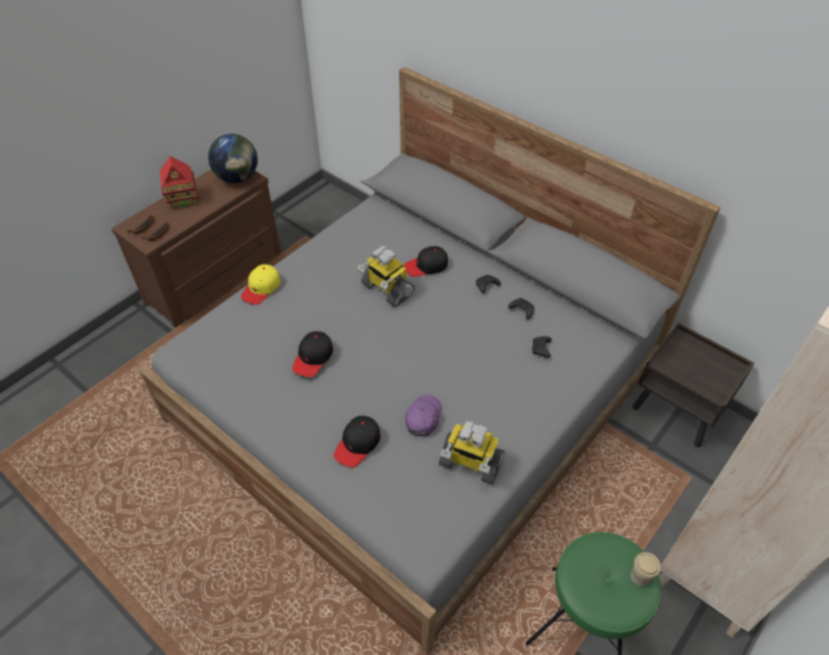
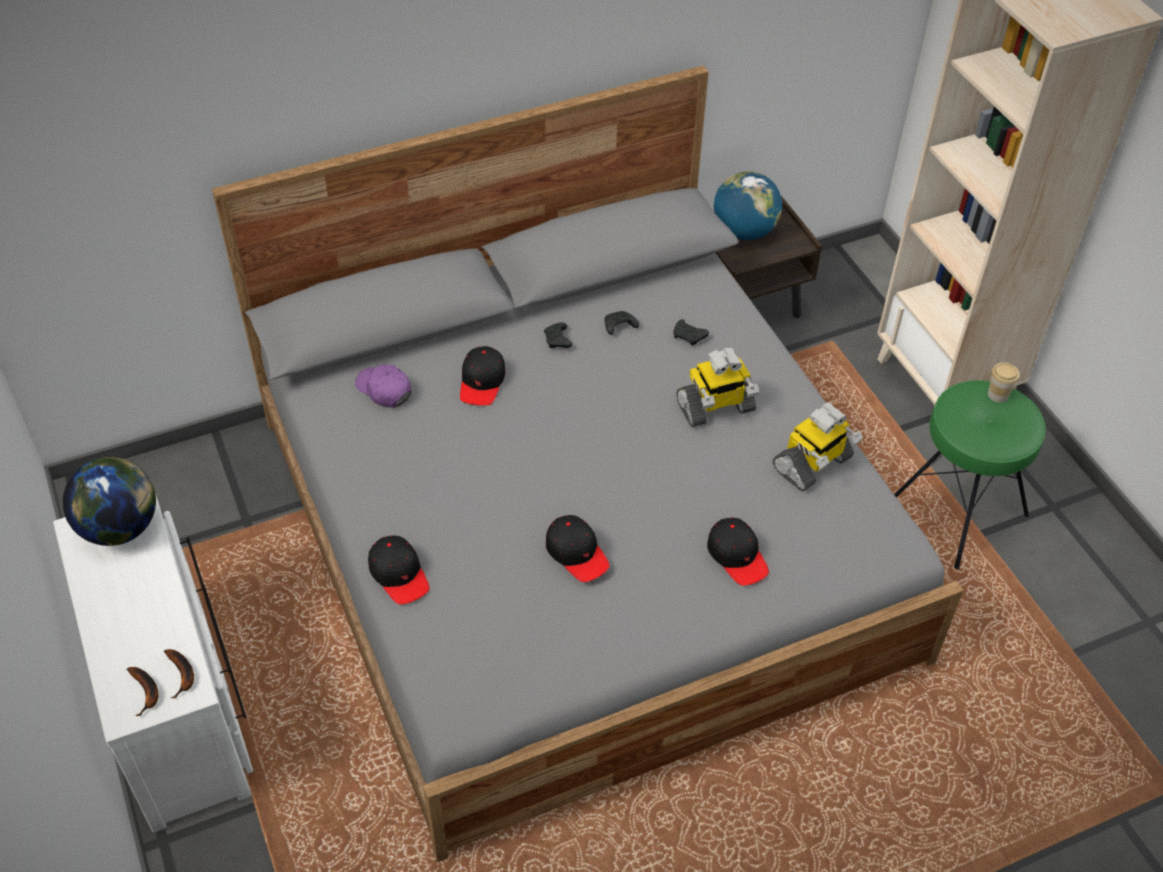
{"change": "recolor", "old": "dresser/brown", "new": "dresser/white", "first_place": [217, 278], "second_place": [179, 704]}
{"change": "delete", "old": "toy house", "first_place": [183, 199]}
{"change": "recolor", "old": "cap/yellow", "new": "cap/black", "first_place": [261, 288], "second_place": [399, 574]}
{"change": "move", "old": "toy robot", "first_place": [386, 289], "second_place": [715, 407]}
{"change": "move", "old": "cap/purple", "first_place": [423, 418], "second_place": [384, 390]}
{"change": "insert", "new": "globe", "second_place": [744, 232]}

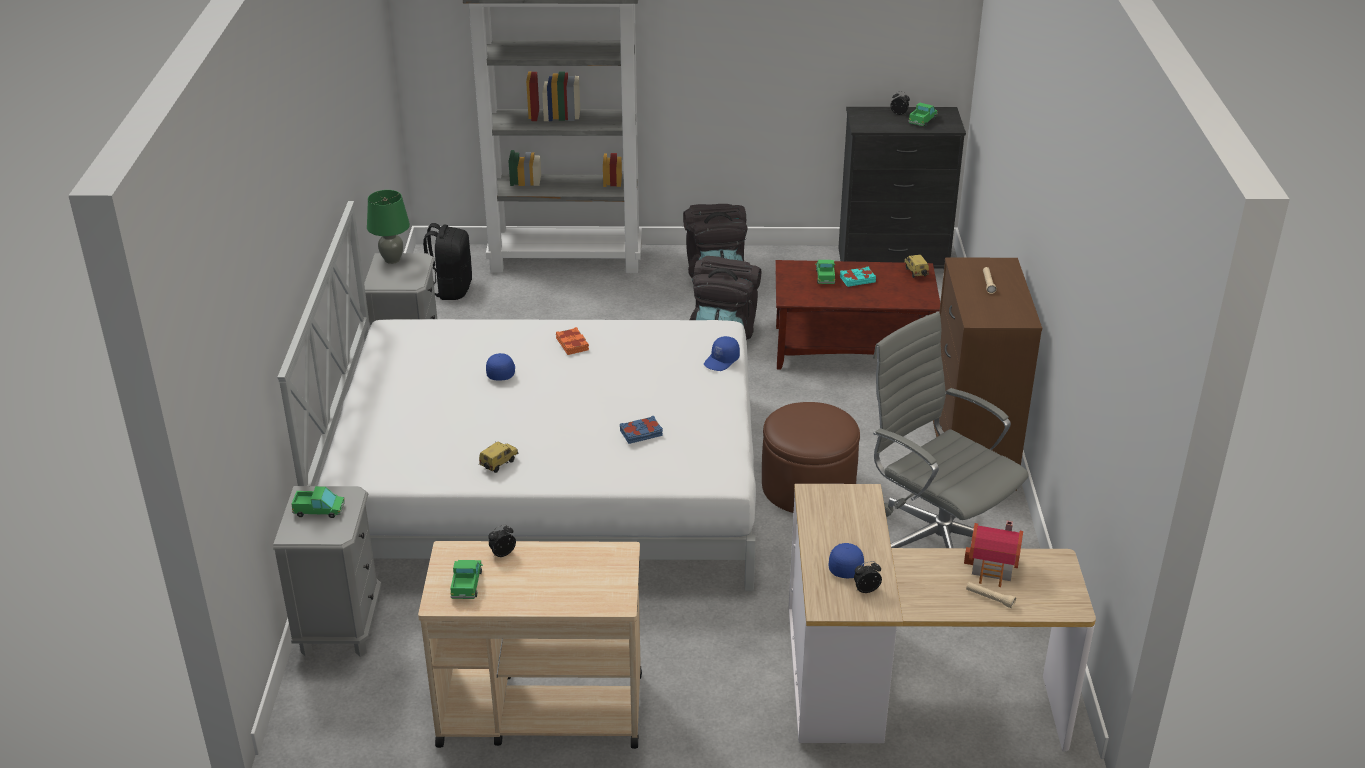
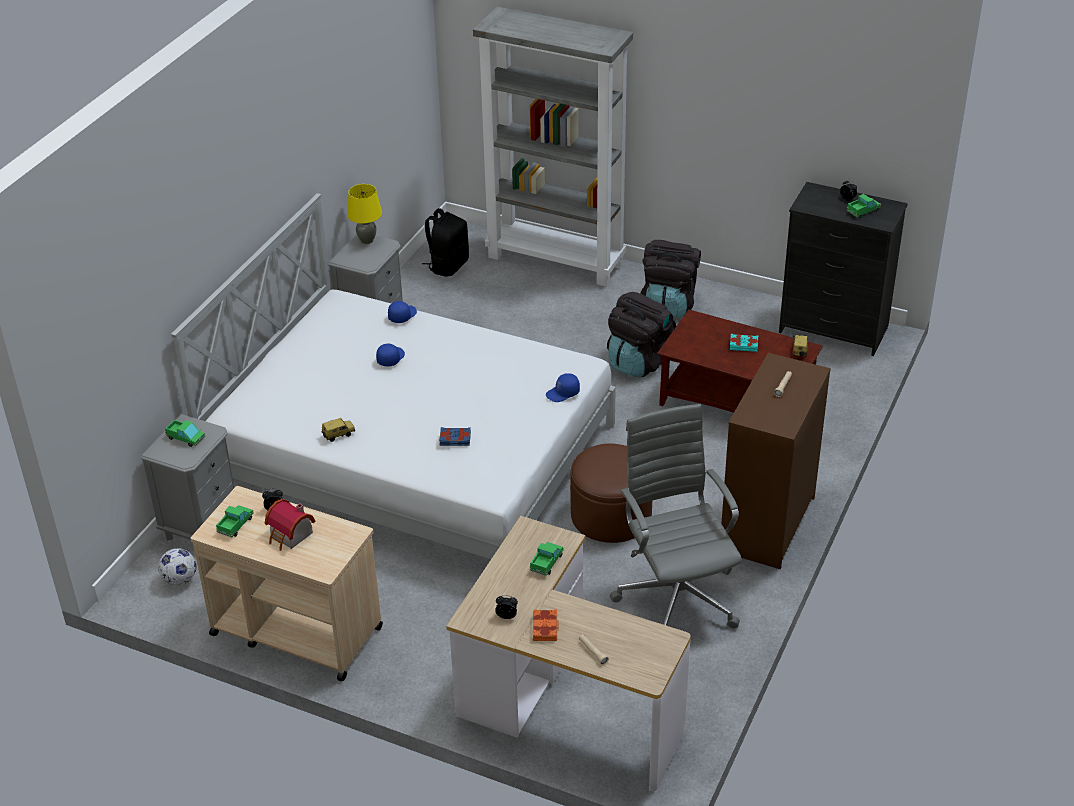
{"change": "recolor", "old": "table lamp/green", "new": "table lamp/yellow", "first_place": [392, 260], "second_place": [367, 240]}
{"change": "move", "old": "book/orange", "first_place": [572, 344], "second_place": [545, 628]}
{"change": "move", "old": "toy truck", "first_place": [825, 277], "second_place": [547, 562]}
{"change": "move", "old": "cap/blue", "first_place": [845, 564], "second_place": [402, 315]}
{"change": "move", "old": "toy house", "first_place": [994, 568], "second_place": [290, 536]}
{"change": "insert", "new": "football", "second_place": [179, 580]}

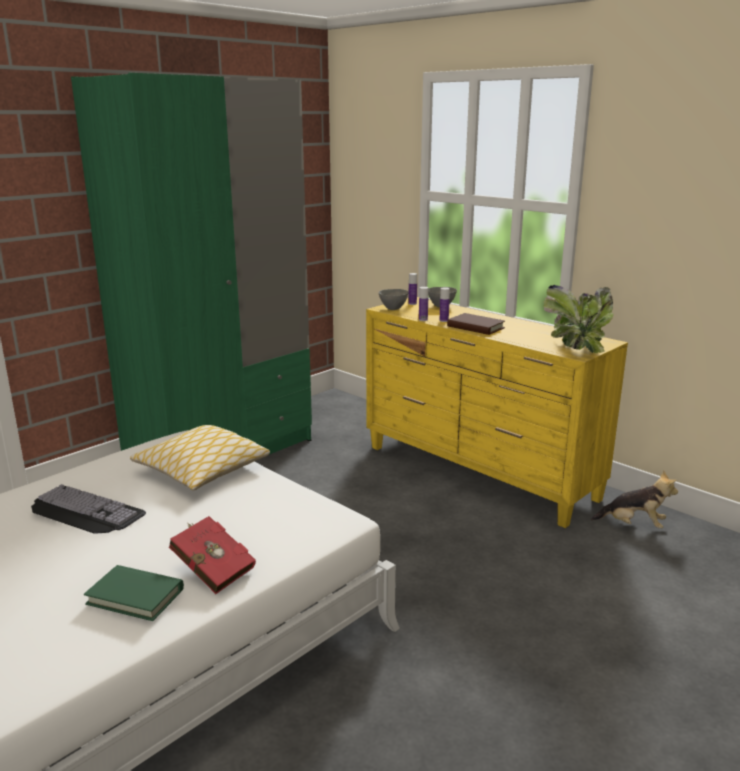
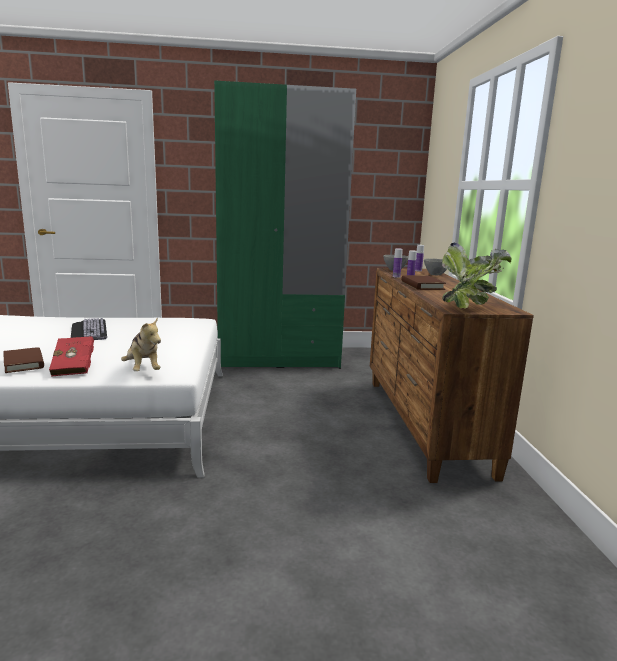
{"change": "recolor", "old": "book/green", "new": "book/brown", "first_place": [135, 596], "second_place": [24, 363]}
{"change": "delete", "old": "pillow", "first_place": [202, 470]}
{"change": "recolor", "old": "dresser/yellow", "new": "dresser/brown", "first_place": [478, 473], "second_place": [423, 424]}
{"change": "move", "old": "plush toy", "first_place": [633, 525], "second_place": [143, 370]}

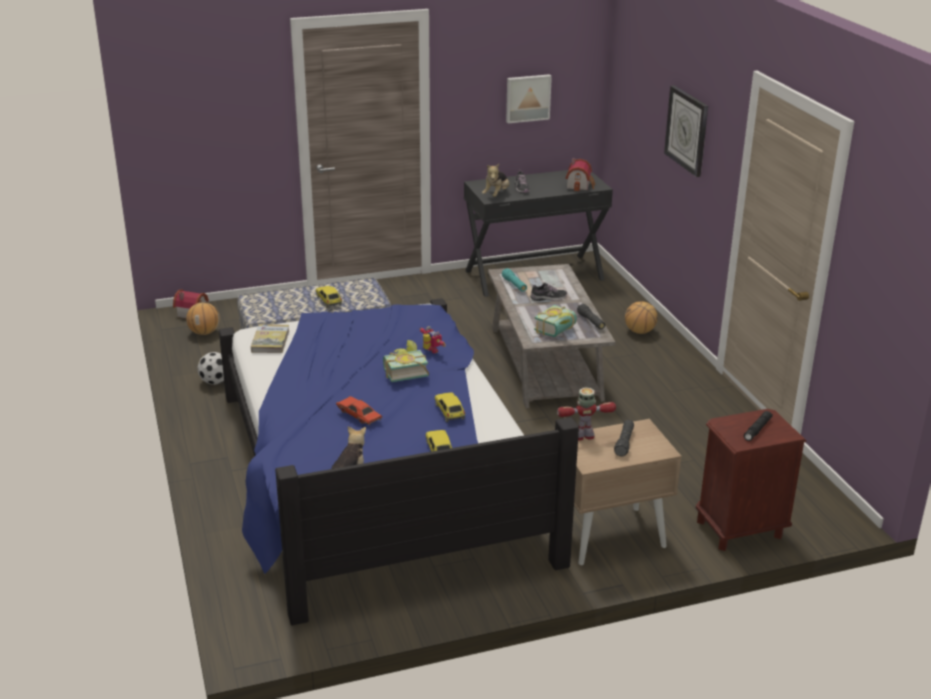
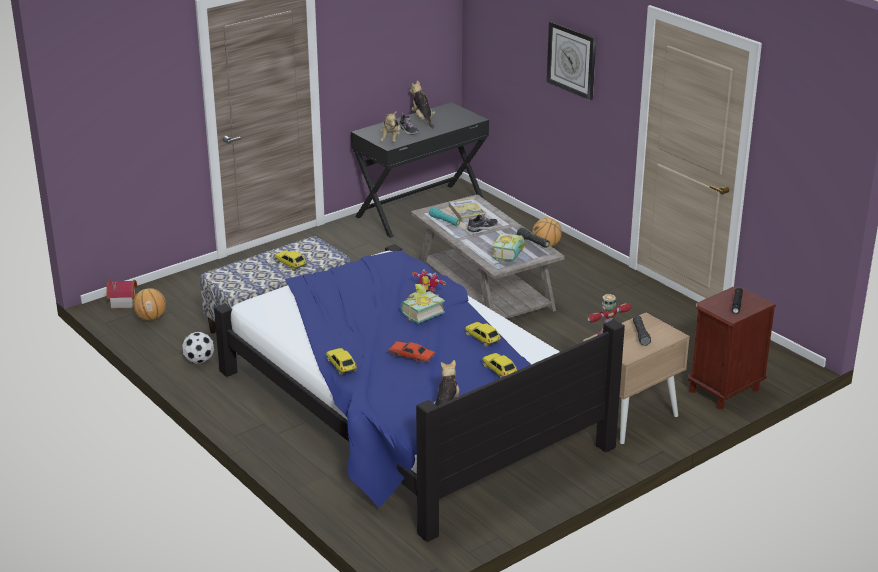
{"change": "move", "old": "book", "first_place": [270, 341], "second_place": [466, 212]}
{"change": "delete", "old": "picture", "first_place": [527, 98]}
{"change": "delete", "old": "toy house", "first_place": [580, 185]}
{"change": "insert", "new": "toy car", "second_place": [341, 366]}
{"change": "insert", "new": "plush toy", "second_place": [423, 119]}

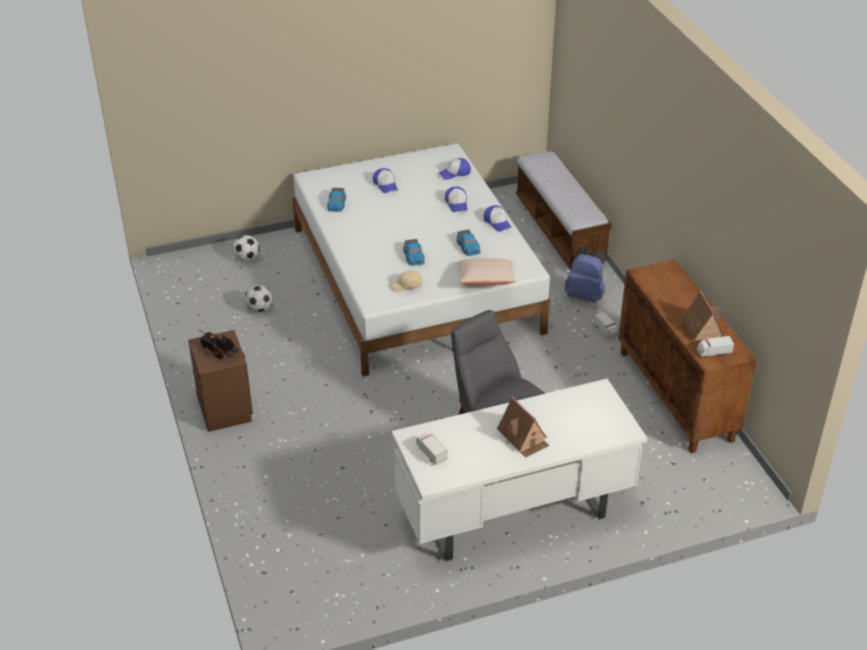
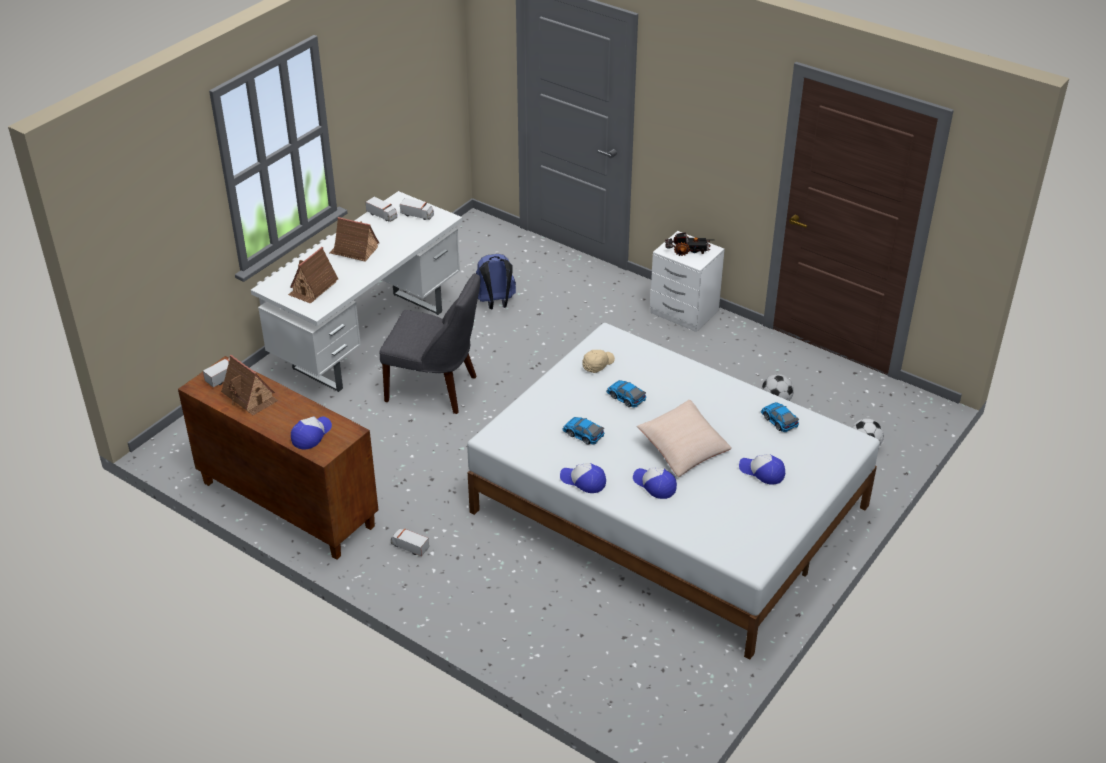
{"change": "recolor", "old": "nightstand/brown", "new": "nightstand/white", "first_place": [225, 407], "second_place": [684, 313]}
{"change": "move", "old": "cap", "first_place": [455, 173], "second_place": [311, 435]}
{"change": "move", "old": "pillow/beige", "first_place": [486, 280], "second_place": [683, 448]}
{"change": "delete", "old": "bench", "first_place": [559, 230]}
{"change": "move", "old": "backpack/blue", "first_place": [585, 295], "second_place": [495, 303]}
{"change": "insert", "new": "toy house", "second_place": [313, 288]}
{"change": "insert", "new": "toy truck", "second_place": [382, 215]}

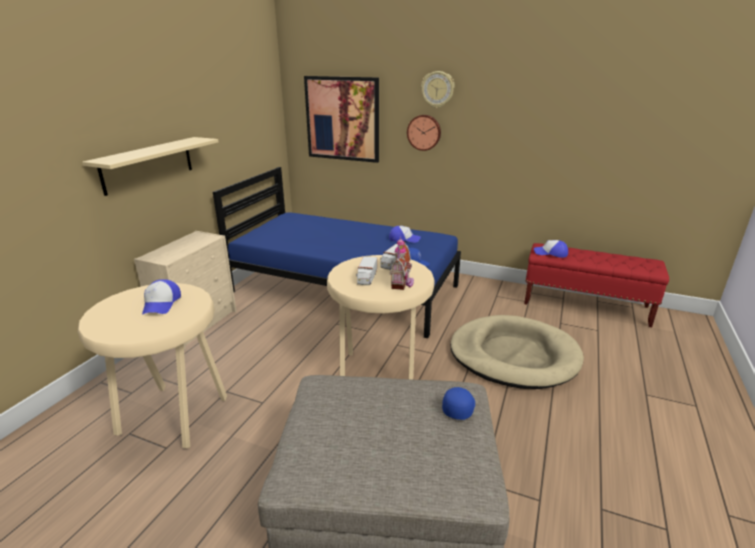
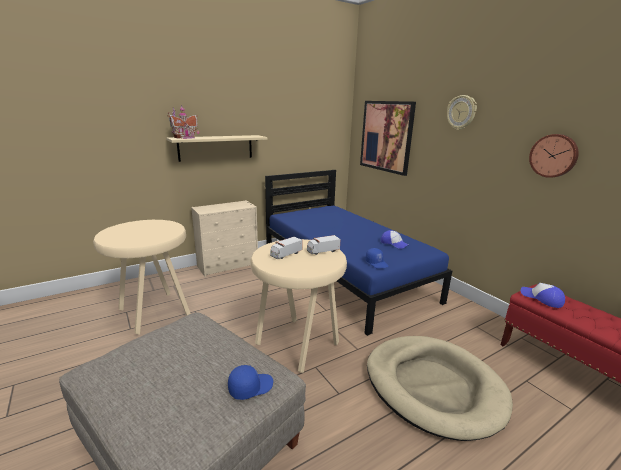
{"change": "delete", "old": "cap", "first_place": [161, 304]}
{"change": "move", "old": "toy house", "first_place": [403, 283], "second_place": [185, 138]}
{"change": "move", "old": "wall clock", "first_place": [424, 132], "second_place": [554, 155]}

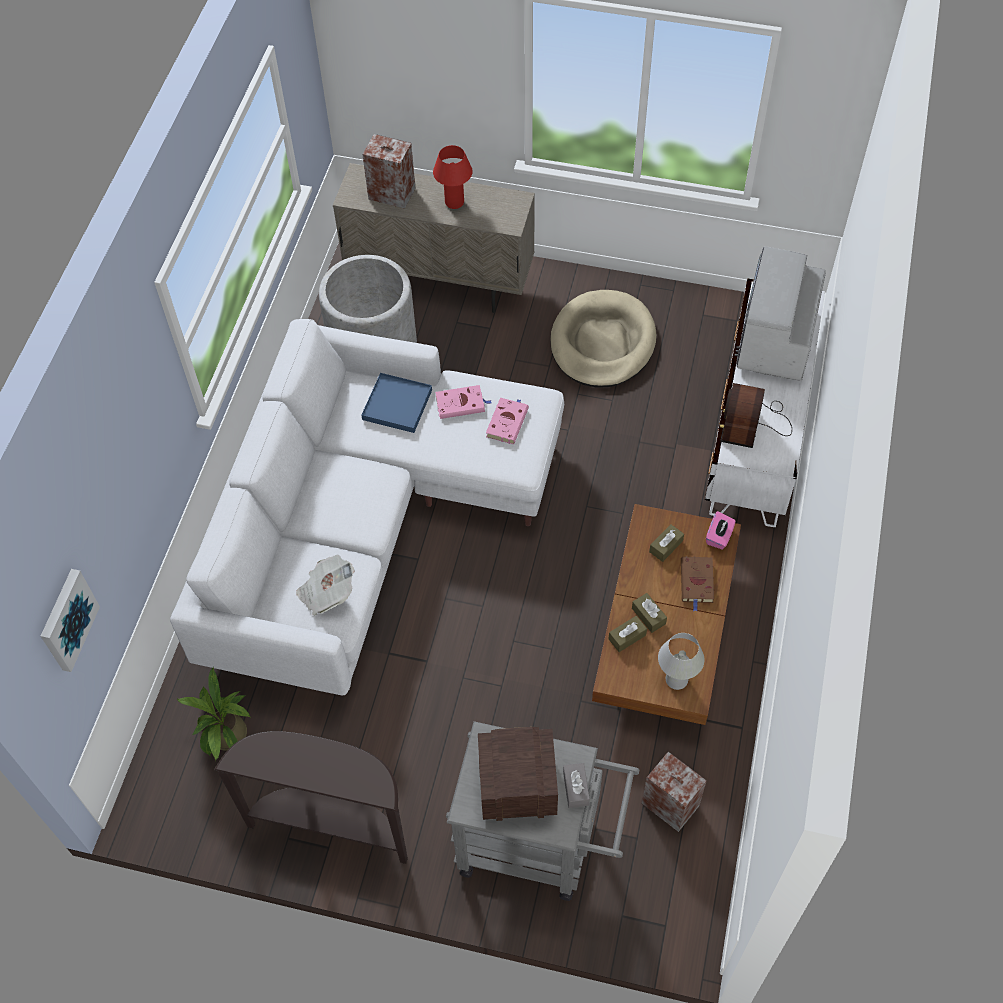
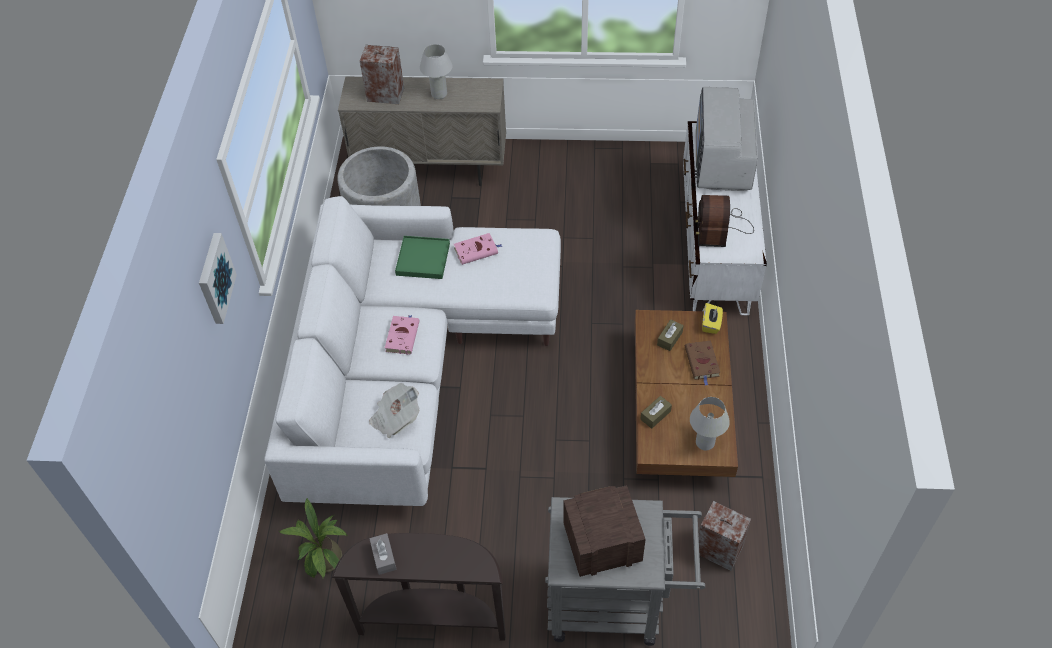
{"change": "move", "old": "picture", "first_place": [66, 619], "second_place": [214, 278]}
{"change": "recolor", "old": "tray/blue", "new": "tray/green", "first_place": [397, 405], "second_place": [423, 259]}
{"change": "recolor", "old": "table lamp/red", "new": "table lamp/white", "first_place": [454, 202], "second_place": [439, 94]}
{"change": "move", "old": "book/pink", "first_place": [507, 422], "second_place": [402, 336]}
{"change": "delete", "old": "dog bed/beige", "first_place": [602, 343]}
{"change": "move", "old": "tissue box/grey", "first_place": [575, 788], "second_place": [383, 557]}
{"change": "delete", "old": "tissue box/brown", "first_place": [648, 616]}
{"change": "recolor", "old": "tissue box/pink", "new": "tissue box/yellow", "first_place": [719, 537], "second_place": [711, 324]}

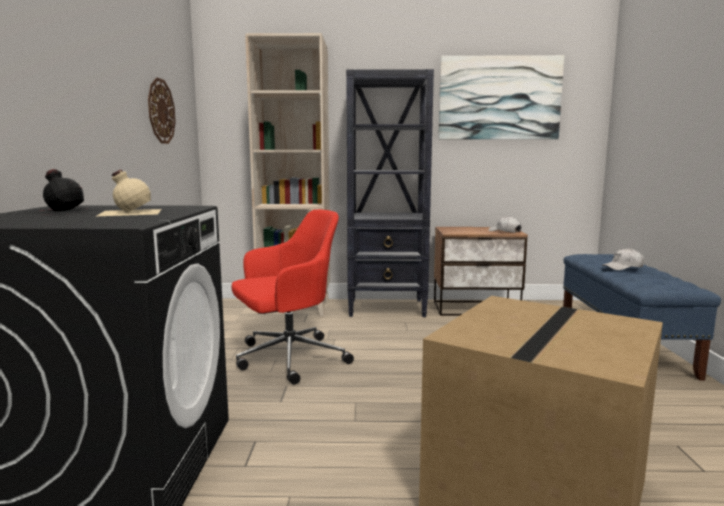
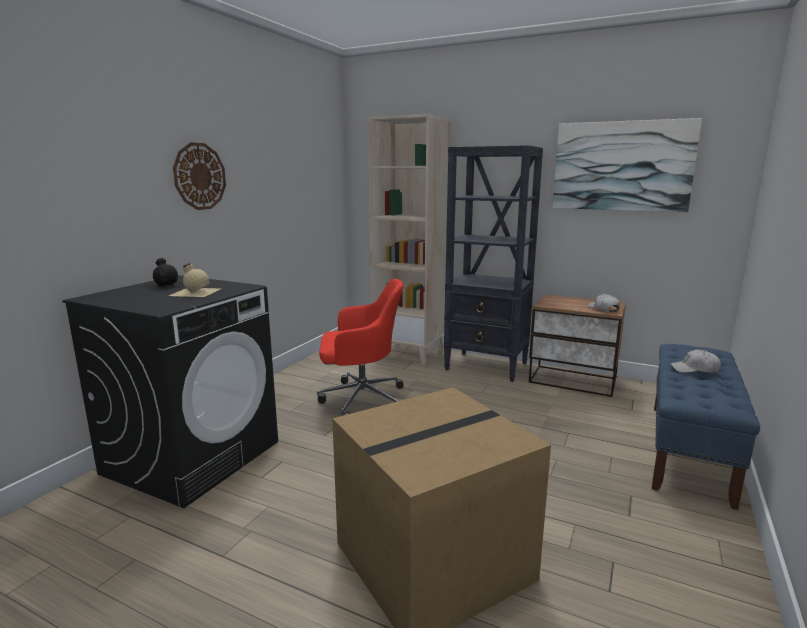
{"change": "move", "old": "wall clock", "first_place": [161, 111], "second_place": [199, 176]}

